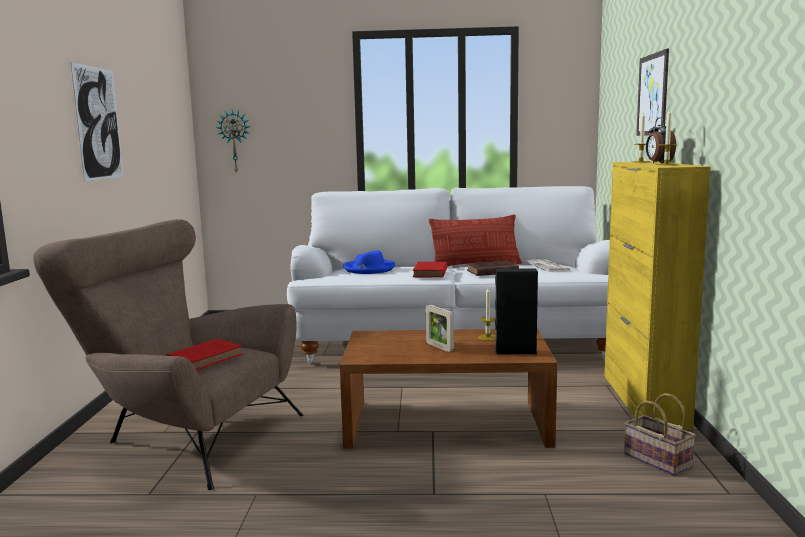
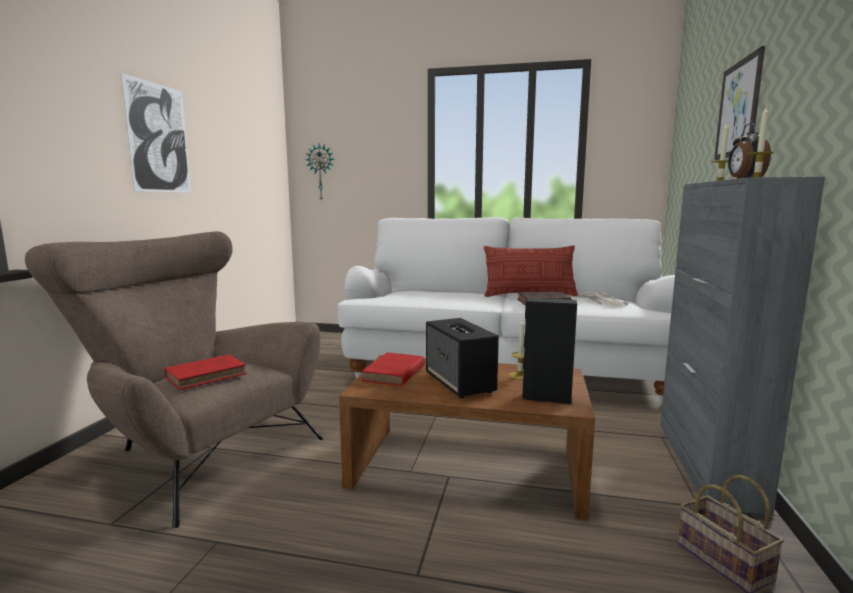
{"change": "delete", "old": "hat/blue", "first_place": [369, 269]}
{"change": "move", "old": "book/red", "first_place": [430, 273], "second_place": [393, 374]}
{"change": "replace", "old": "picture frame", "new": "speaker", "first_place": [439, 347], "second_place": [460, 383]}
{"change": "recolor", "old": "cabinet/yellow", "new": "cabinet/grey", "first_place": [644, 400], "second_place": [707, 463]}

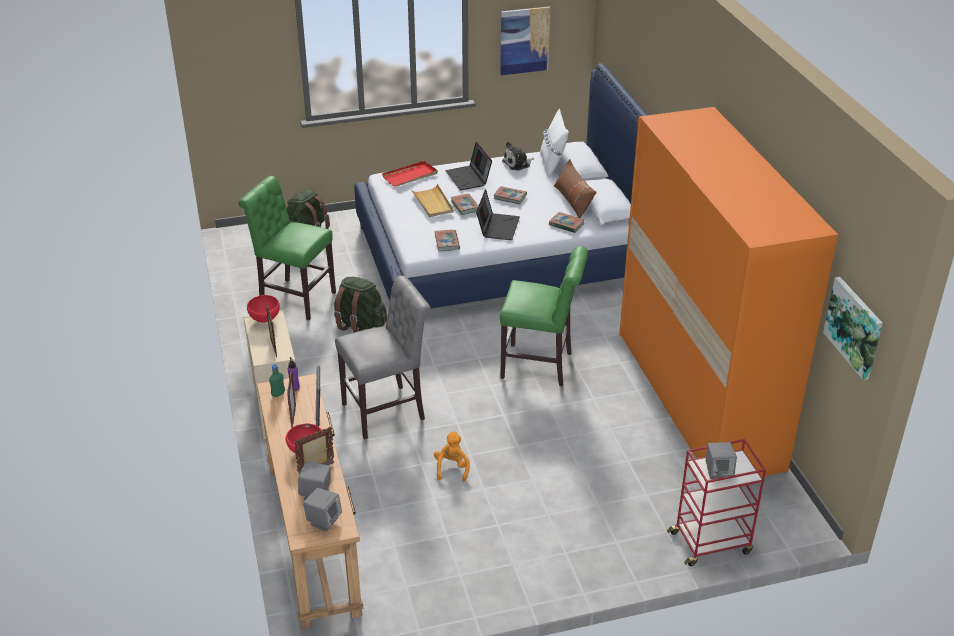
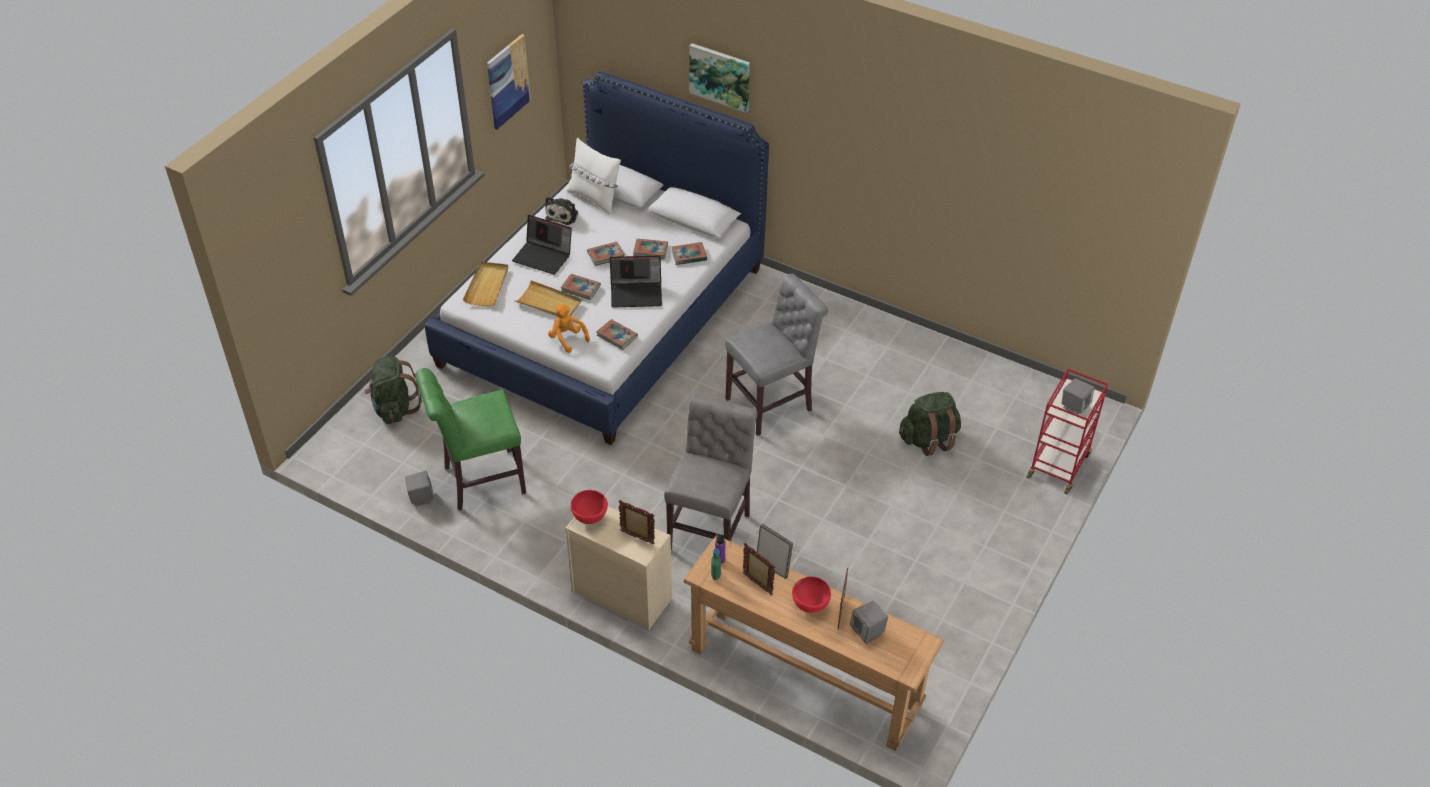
{"change": "move", "old": "speaker/grey", "first_place": [324, 521], "second_place": [421, 497]}
{"change": "move", "old": "backpack/green", "first_place": [360, 324], "second_place": [928, 439]}
{"change": "recolor", "old": "tray/red", "new": "tray/beige", "first_place": [410, 176], "second_place": [487, 285]}
{"change": "move", "old": "plush toy/orange", "first_place": [452, 468], "second_place": [567, 338]}
{"change": "rotate", "old": "laptop", "first_place": [497, 227], "second_place": [637, 293], "degrees": 120}
{"change": "recolor", "old": "chair/green", "new": "chair/grey", "first_place": [541, 366], "second_place": [773, 403]}
{"change": "delete", "old": "pillow/brown", "first_place": [573, 201]}
{"change": "delete", "old": "wardrobe/orange", "first_place": [697, 400]}
{"change": "move", "old": "picture", "first_place": [854, 327], "second_place": [720, 76]}
{"change": "insert", "new": "book", "second_place": [650, 250]}

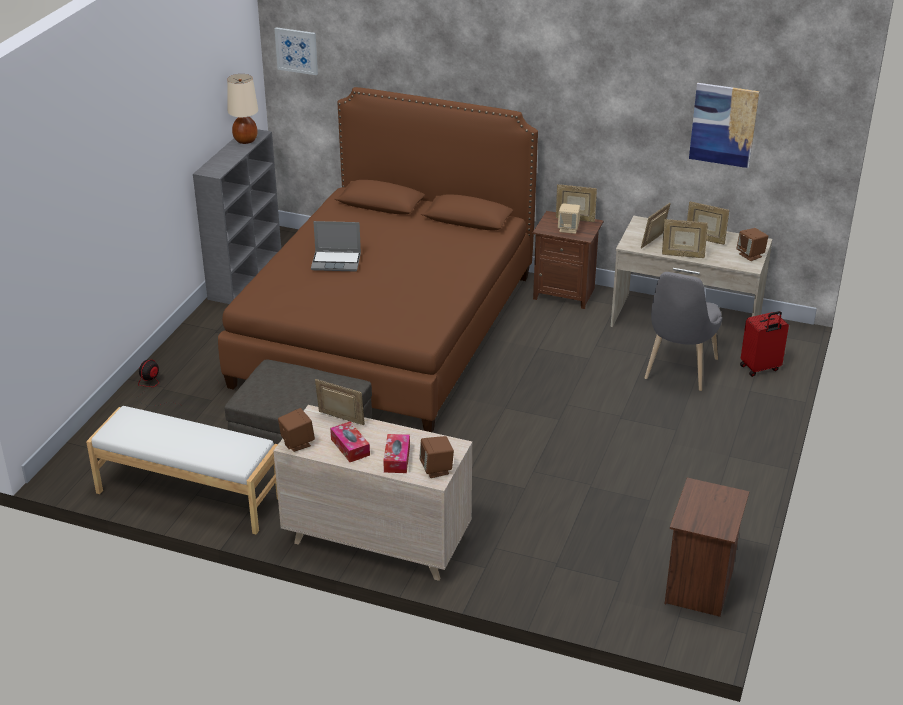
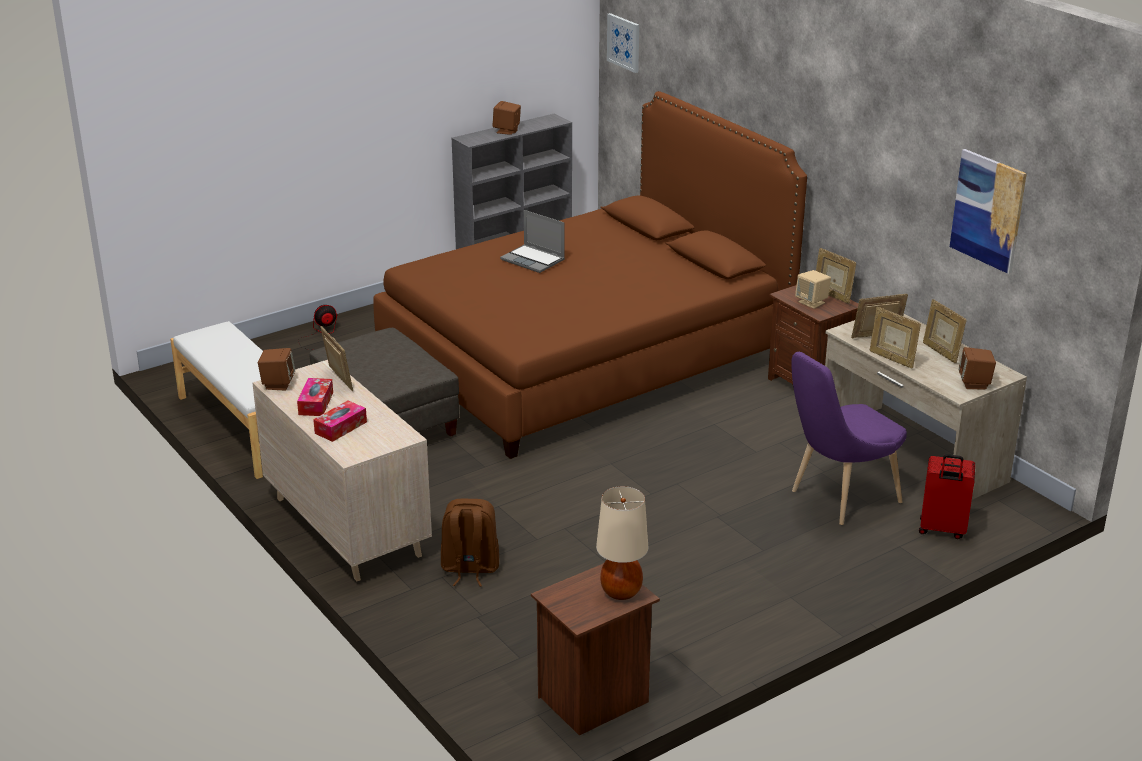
{"change": "move", "old": "table lamp/beige", "first_place": [245, 141], "second_place": [621, 592]}
{"change": "move", "old": "speaker/brown", "first_place": [436, 469], "second_place": [507, 131]}
{"change": "recolor", "old": "chair/grey", "new": "chair/purple", "first_place": [678, 372], "second_place": [839, 498]}
{"change": "insert", "new": "backpack/brown", "second_place": [469, 568]}

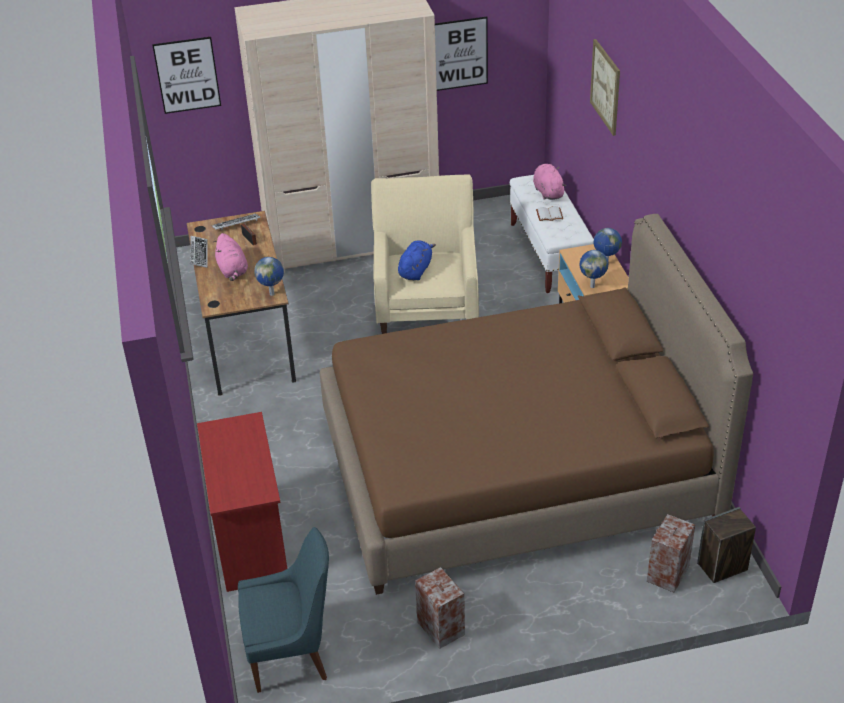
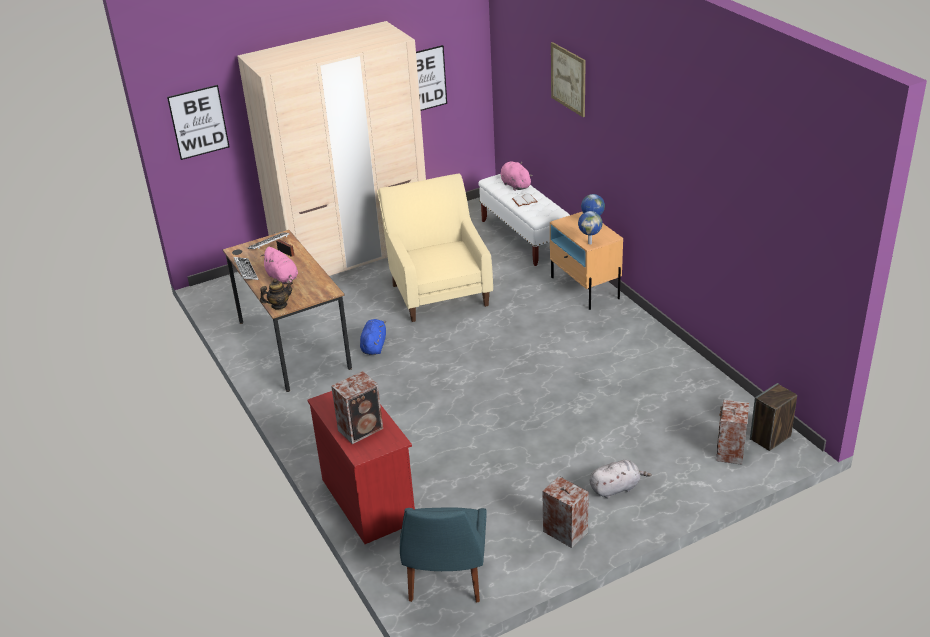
{"change": "rotate", "old": "chair/blue", "first_place": [292, 654], "second_place": [446, 581], "degrees": 120}
{"change": "delete", "old": "globe", "first_place": [272, 294]}
{"change": "delete", "old": "bed/brown", "first_place": [516, 469]}
{"change": "move", "old": "plush toy/blue", "first_place": [415, 270], "second_place": [374, 346]}
{"change": "insert", "new": "teapot", "second_place": [279, 305]}
{"change": "insert", "new": "speaker", "second_place": [362, 429]}
{"change": "insert", "new": "plush toy/grey", "second_place": [616, 488]}

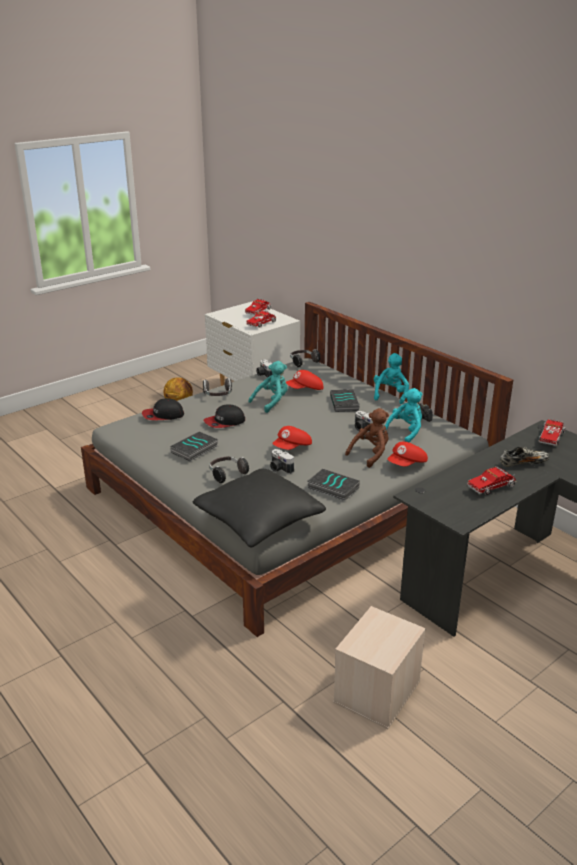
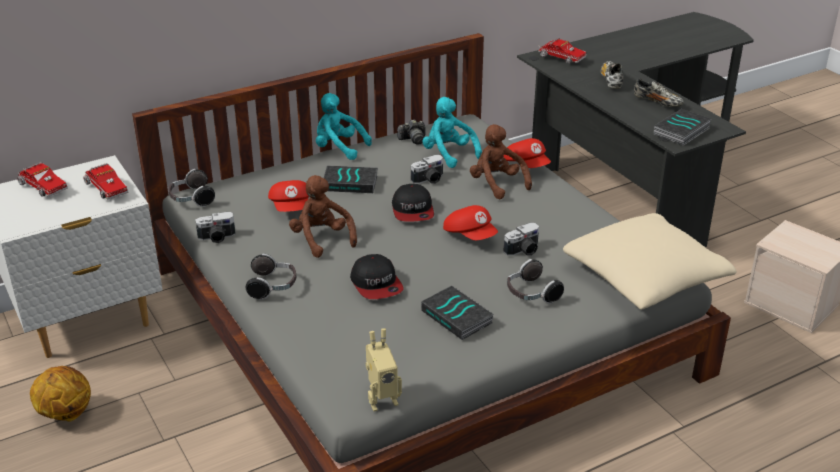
{"change": "move", "old": "cap", "first_place": [163, 415], "second_place": [413, 210]}
{"change": "recolor", "old": "pillow/black", "new": "pillow/beige", "first_place": [258, 520], "second_place": [645, 278]}
{"change": "recolor", "old": "plush toy/turquoise", "new": "plush toy/brown", "first_place": [272, 402], "second_place": [322, 239]}
{"change": "move", "old": "book", "first_place": [332, 488], "second_place": [682, 132]}
{"change": "replace", "old": "toy truck", "new": "shoe", "first_place": [492, 487], "second_place": [657, 102]}
{"change": "insert", "new": "toy robot", "second_place": [381, 400]}

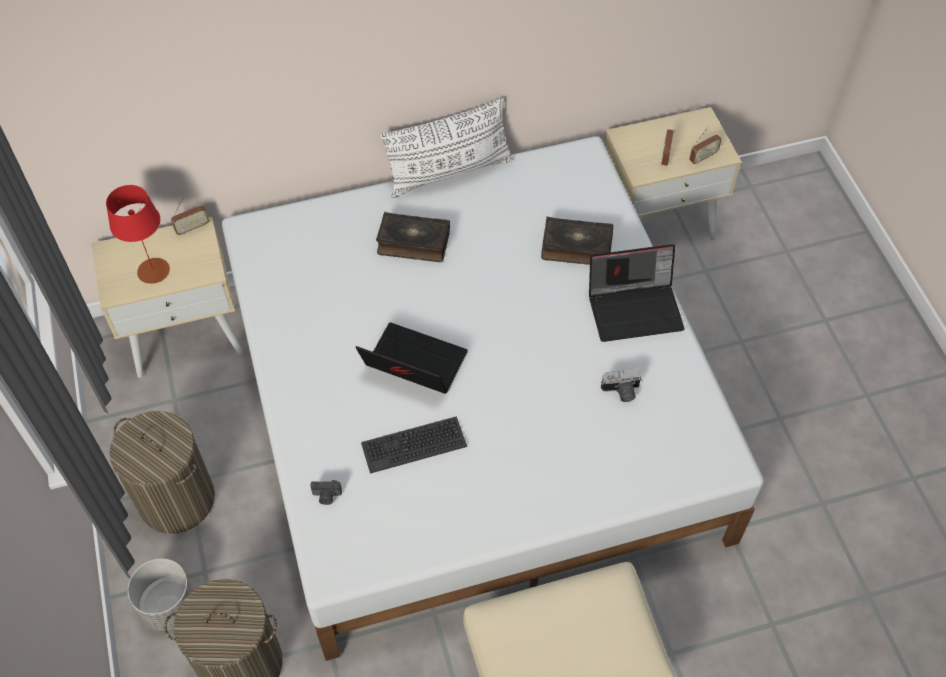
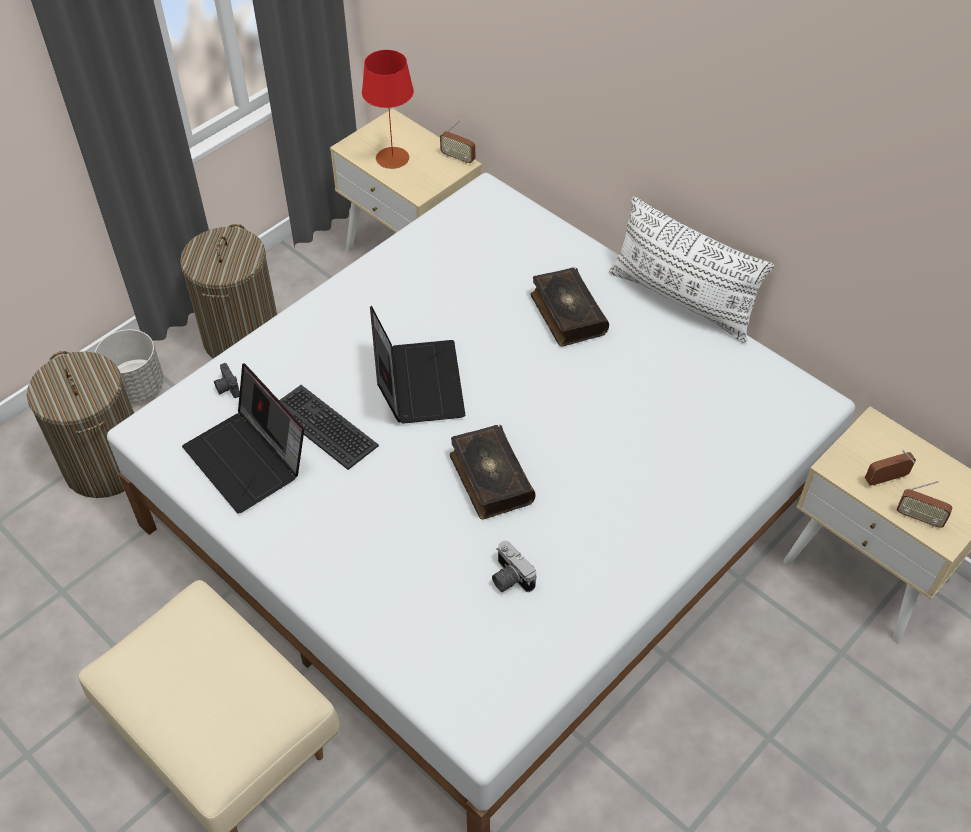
{"change": "move", "old": "book", "first_place": [576, 247], "second_place": [489, 479]}
{"change": "move", "old": "laptop", "first_place": [635, 308], "second_place": [249, 460]}

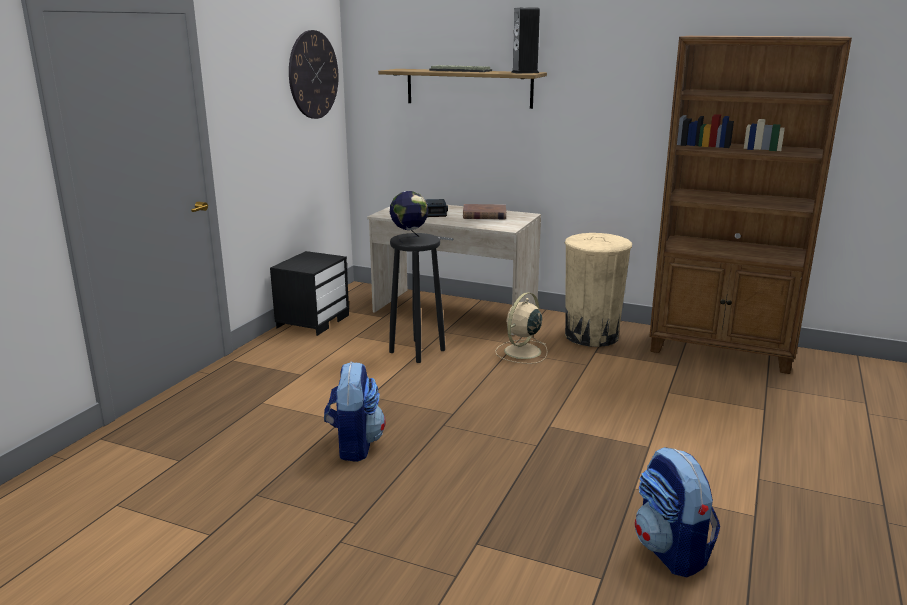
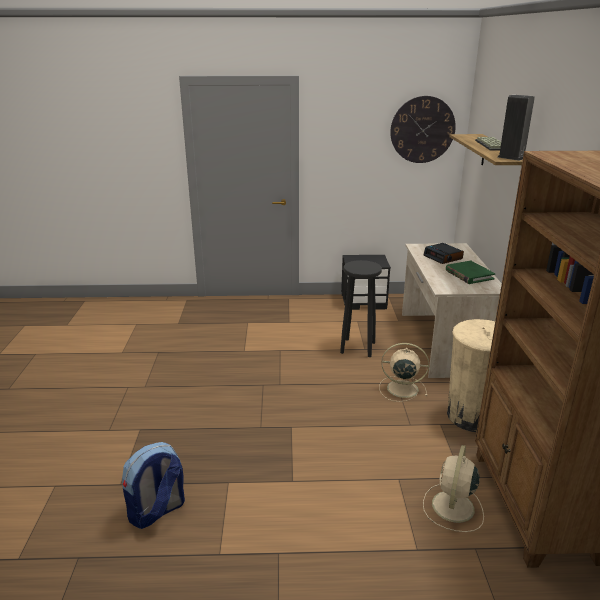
{"change": "delete", "old": "backpack", "first_place": [354, 445]}
{"change": "delete", "old": "globe", "first_place": [409, 239]}
{"change": "recolor", "old": "book/brown", "new": "book/green", "first_place": [484, 215], "second_place": [469, 274]}
{"change": "insert", "new": "fan/beige", "second_place": [452, 508]}

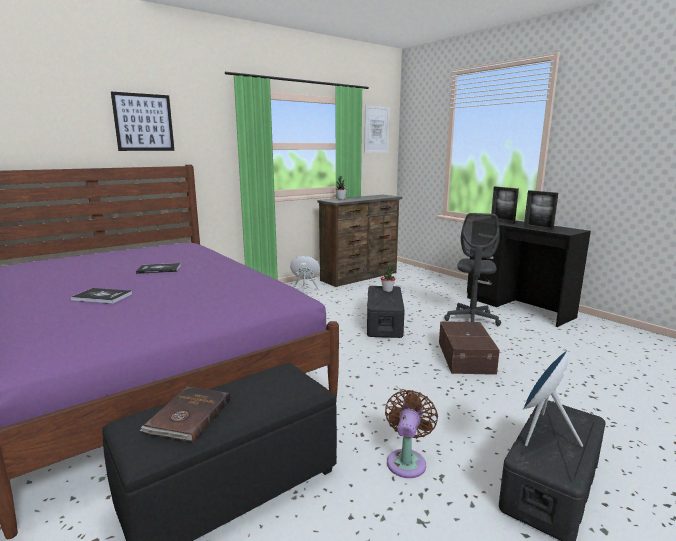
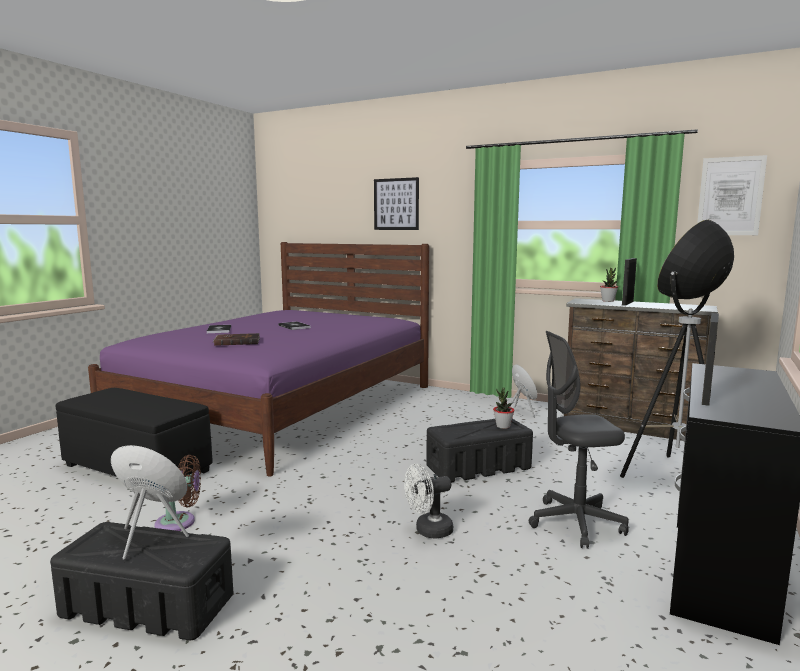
{"change": "move", "old": "book/brown", "first_place": [188, 416], "second_place": [237, 341]}
{"change": "replace", "old": "storage box/brown", "new": "fan/white", "first_place": [466, 357], "second_place": [428, 531]}
{"change": "move", "old": "picture frame", "first_place": [502, 221], "second_place": [627, 303]}
{"change": "insert", "new": "floor lamp", "second_place": [675, 477]}

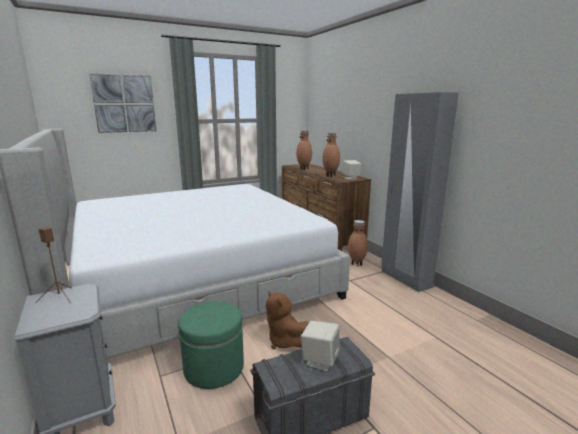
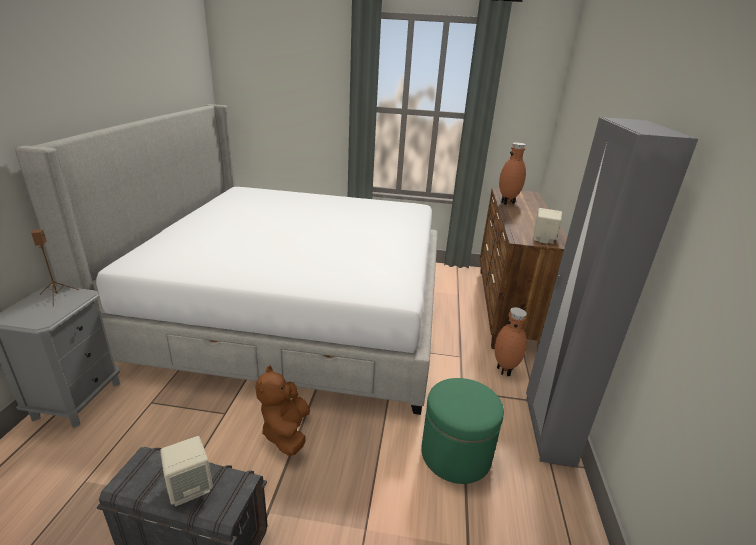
{"change": "delete", "old": "picture", "first_place": [124, 103]}
{"change": "move", "old": "ottoman/green", "first_place": [214, 368], "second_place": [455, 454]}
{"change": "delete", "old": "vase/brown", "first_place": [331, 176]}

